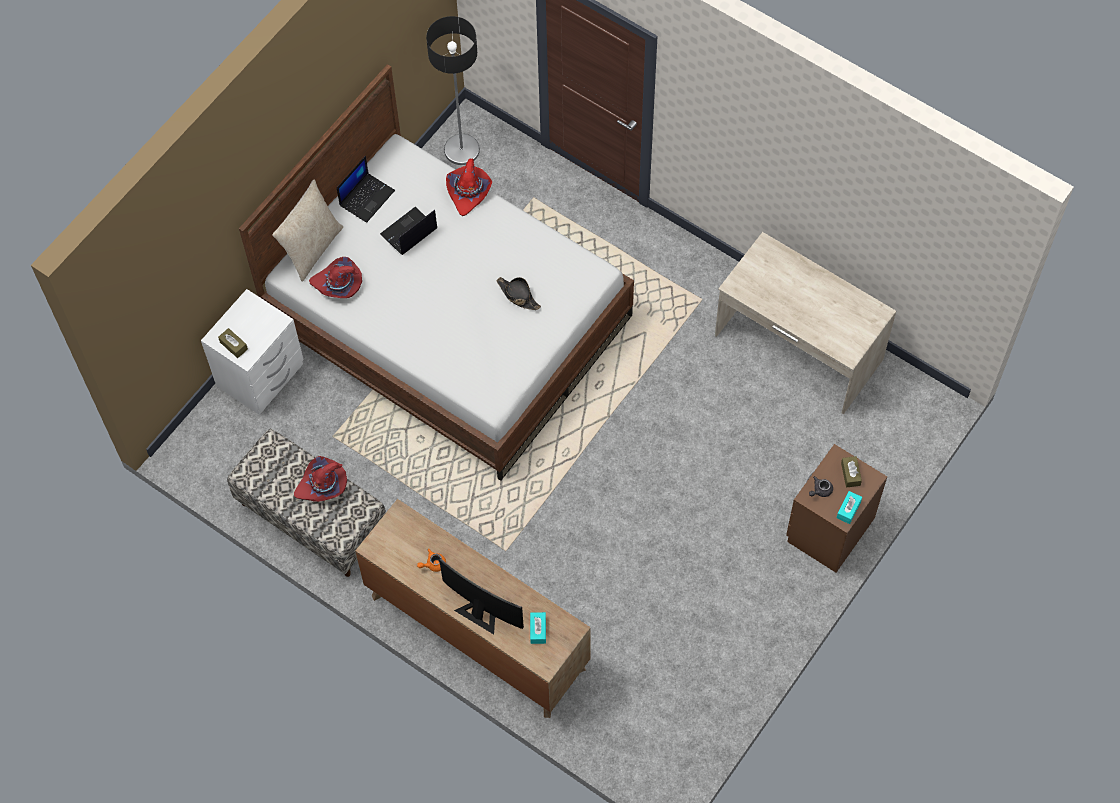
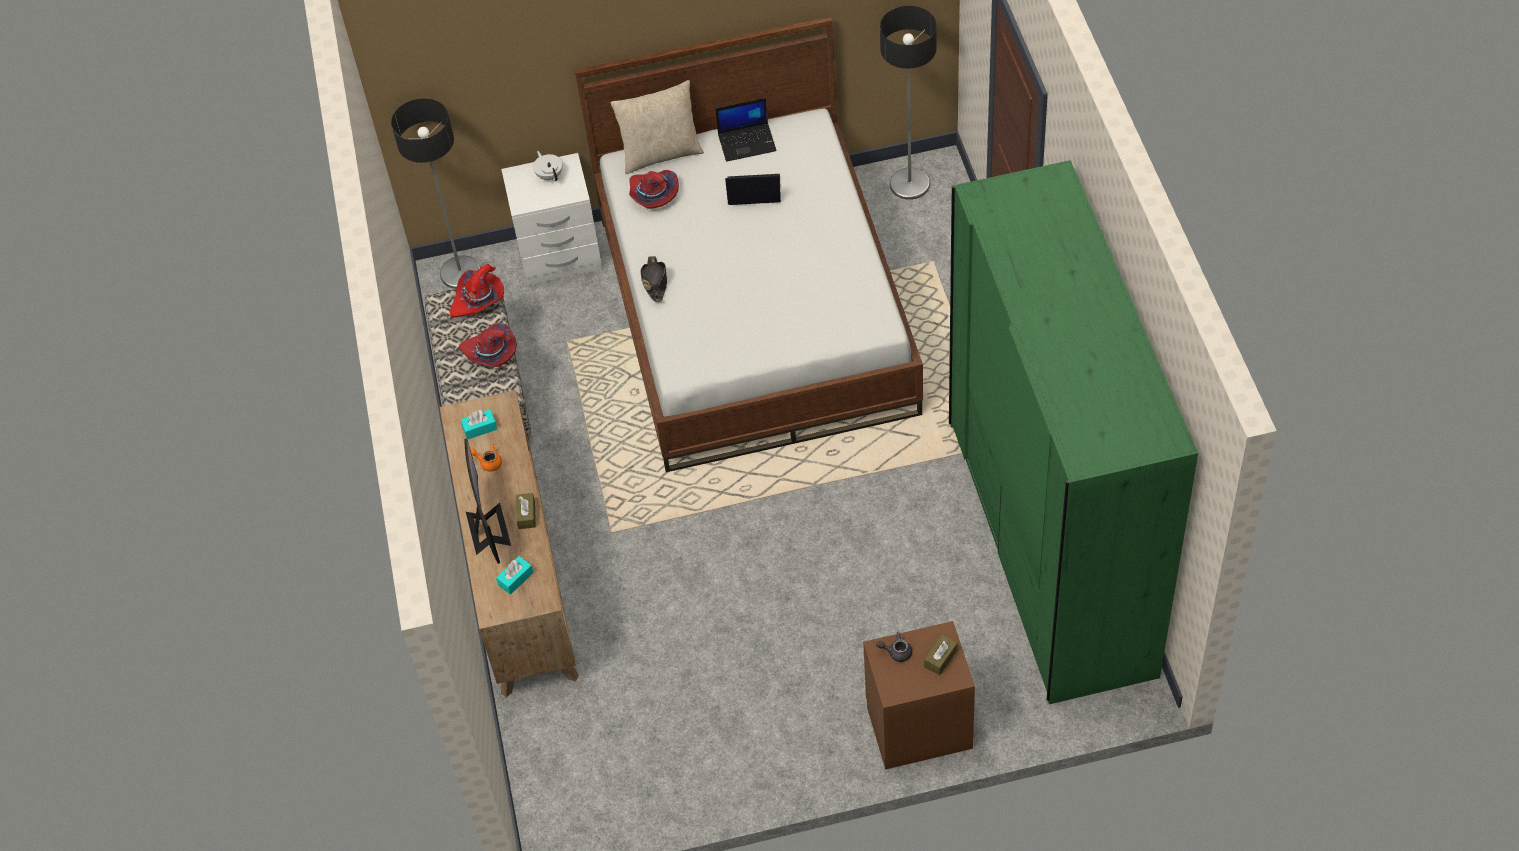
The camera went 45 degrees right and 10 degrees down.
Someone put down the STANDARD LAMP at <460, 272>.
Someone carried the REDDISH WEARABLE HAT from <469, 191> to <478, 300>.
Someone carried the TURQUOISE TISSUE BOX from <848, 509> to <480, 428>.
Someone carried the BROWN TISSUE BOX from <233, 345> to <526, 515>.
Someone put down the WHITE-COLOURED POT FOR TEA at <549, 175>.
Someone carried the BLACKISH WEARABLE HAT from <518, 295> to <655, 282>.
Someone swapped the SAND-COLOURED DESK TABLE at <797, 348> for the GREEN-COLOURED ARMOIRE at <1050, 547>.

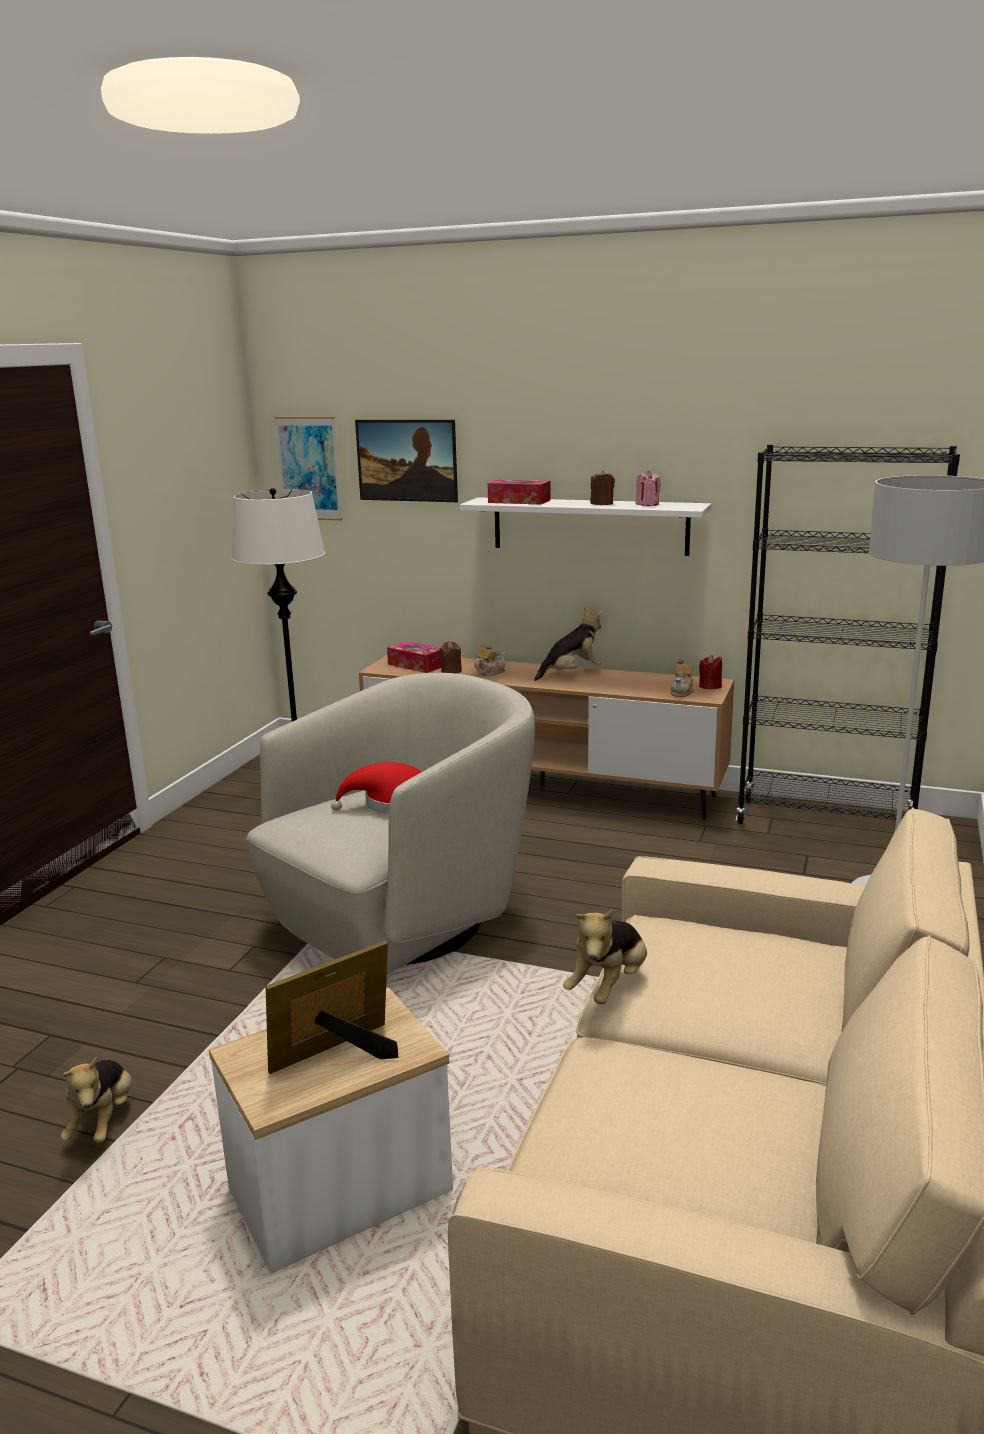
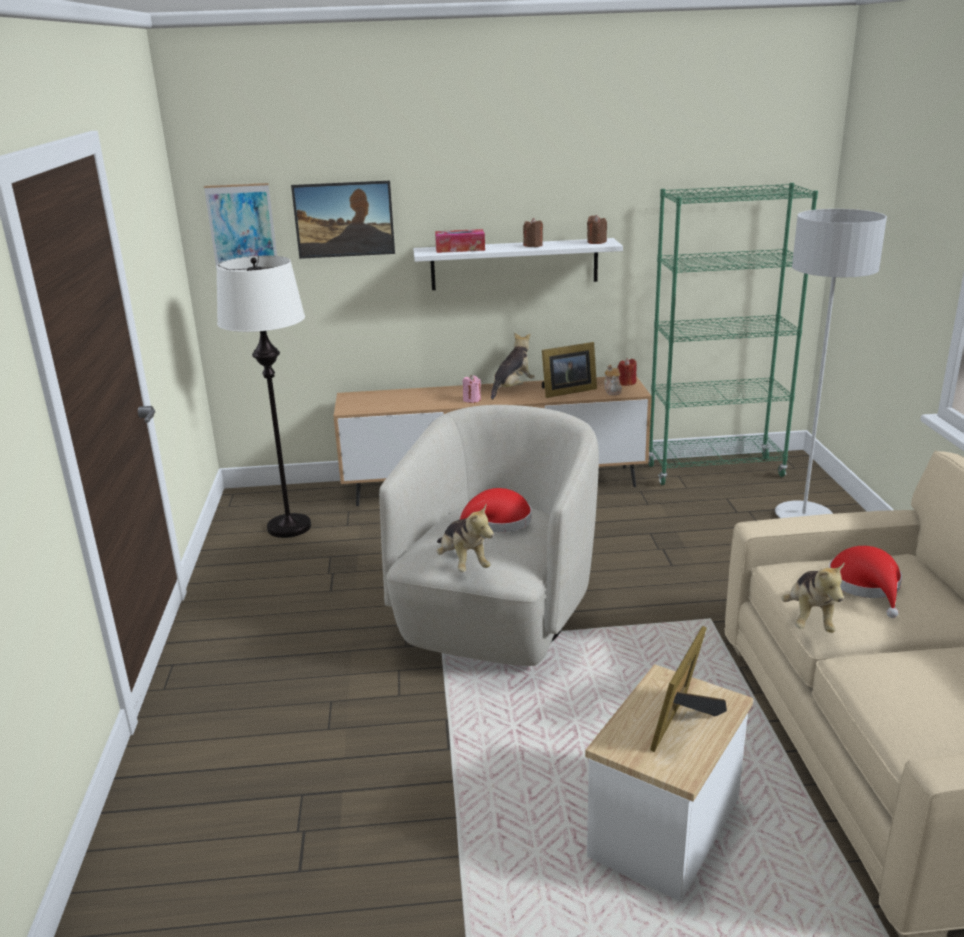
The camera went 25 degrees left and 5 degrees up.
Someone carried the CUDDLY TOY from <103, 1121> to <463, 563>.
Someone carried the PINK CANDLE from <647, 504> to <472, 400>.
Someone put down the PHOTO FRAME at <566, 391>.
Someone carried the BROWN CANDLE from <451, 671> to <596, 242>.
Someone repainted the BLACKISH BOOKSHELF at <825, 821>, which became the GREEN-COLOURED BOOKSHELF at <715, 471>.
Someone put down the REDDISH WEARABLE HAT at <866, 586>.
Someone took away the TISSUE BOX at <416, 665>.
Someone took away the POT FOR TEA at <490, 672>.

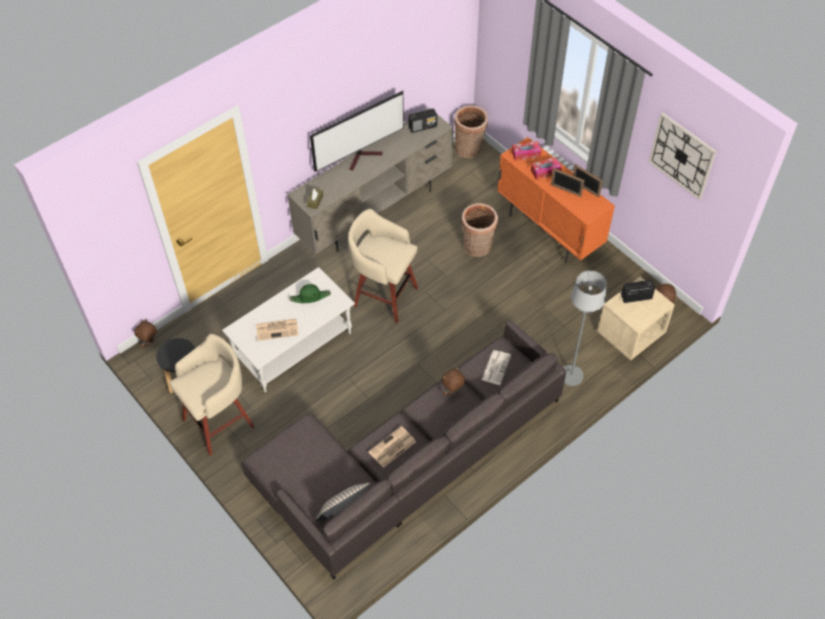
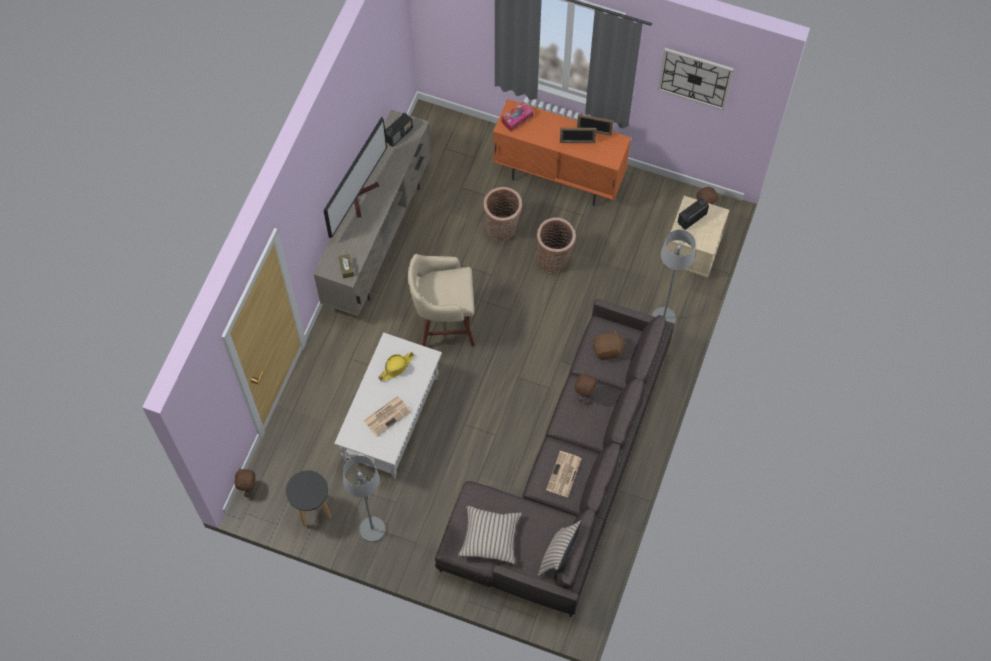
The camera went 30 degrees left and 10 degrees up.
Someone swapped the SAND-COLOURED STOOL SEAT at <220, 422> for the GRAY STANDARD LAMP at <372, 529>.
Someone repainted the GREEN-COLOURED WEARABLE HAT at <310, 297>, which became the YELLOW-COLOURED WEARABLE HAT at <396, 367>.
Someone put down the SAND-COLOURED CUSHION at <490, 537>.
Someone carried the BASKET from <469, 150> to <554, 260>.
Someone swapped the PRINTED PAPER at <496, 367> for the BROWN CUDDLY TOY at <608, 350>.
Someone took away the TISSUE BOX at <545, 171>.

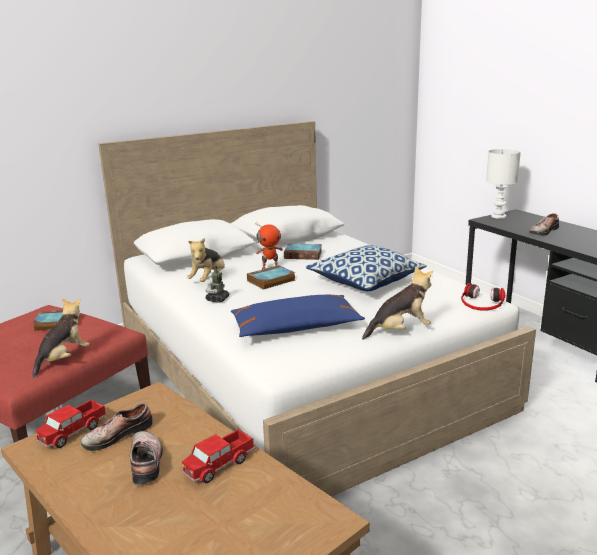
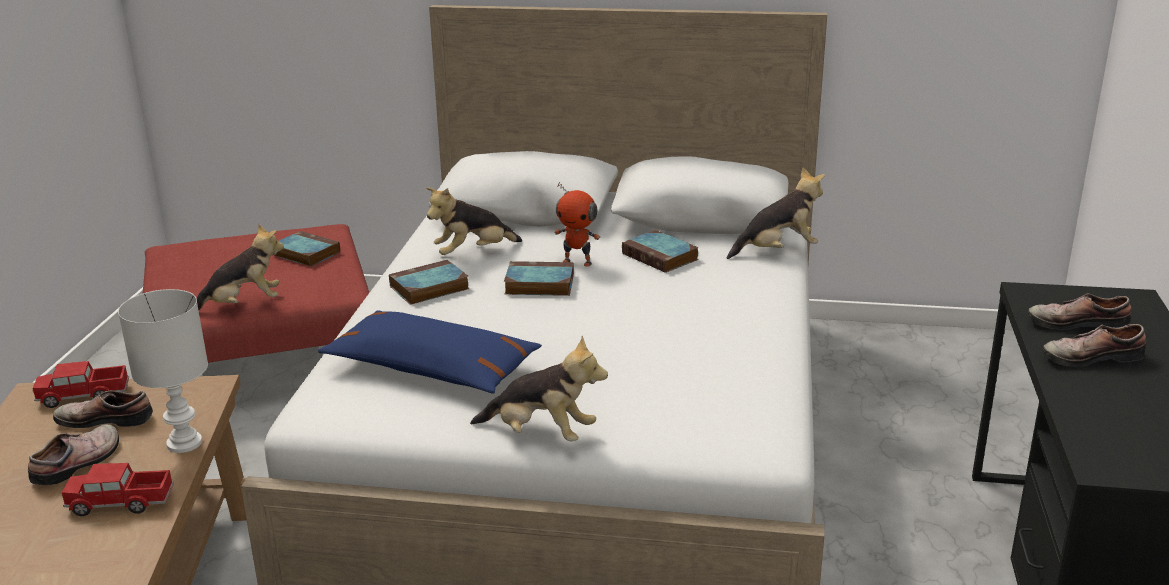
The camera went 40 degrees right and 5 degrees up.
Someone carried the WHITE-COLOURED TABLE LAMP from <499, 216> to <184, 444>.
Someone swapped the MODEL ROBOT at <217, 299> for the BOOK at <428, 288>.
Someone put down the CUDDLY TOY at <777, 251>.
Someone put down the LOW SHOE at <1075, 322>.
Someone took away the CUSHION at <365, 281>.
Someone took away the HEADPHONES at <481, 303>.

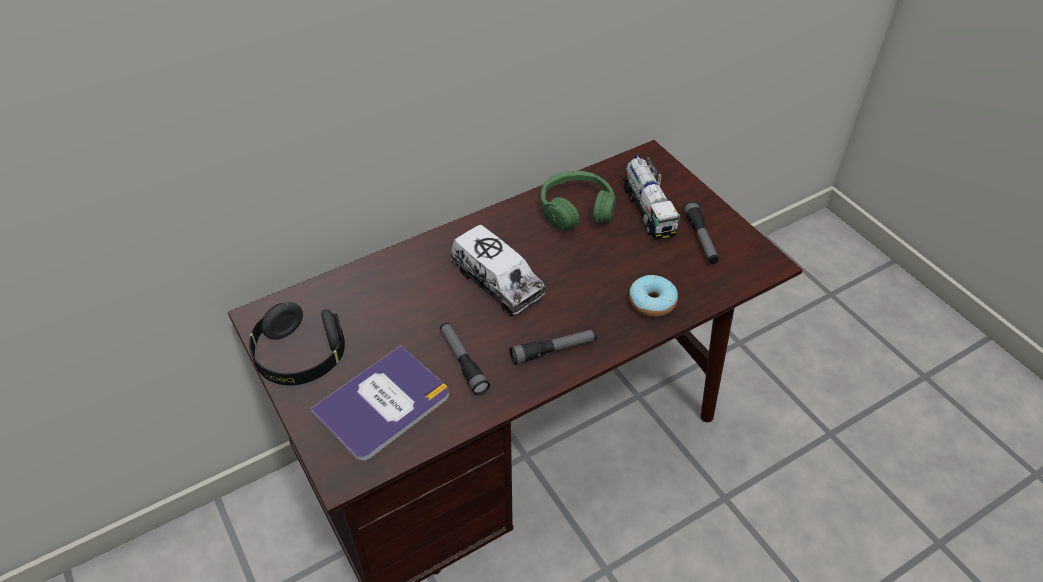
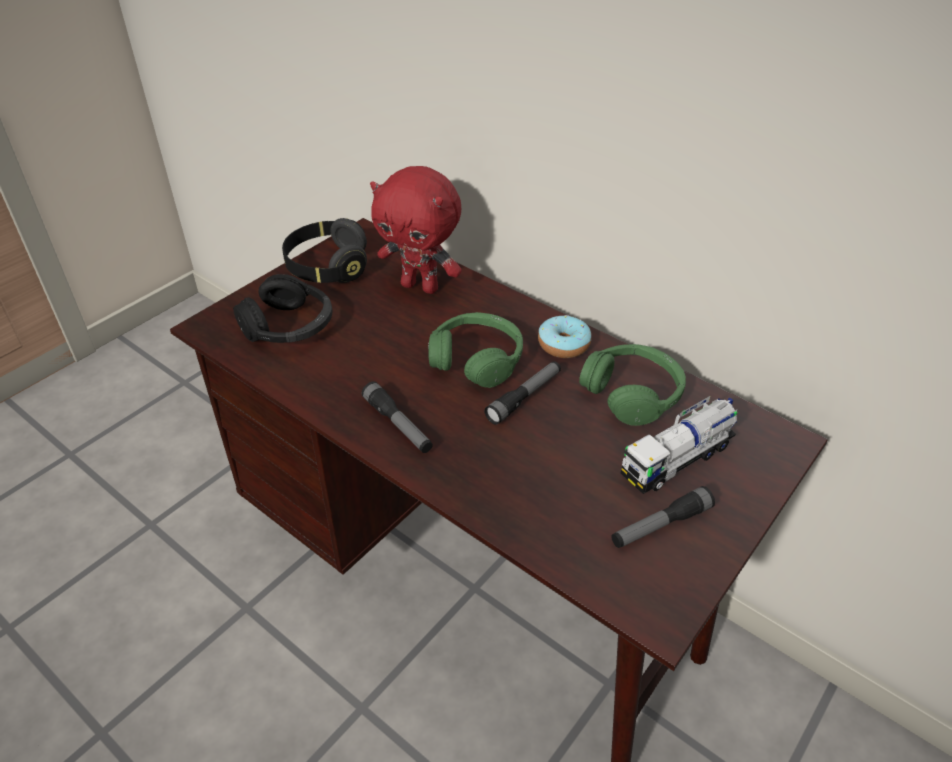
The camera went 70 degrees right and 5 degrees down.
Someone swapped the BOOK at <382, 404> for the BLACKISH HEADPHONES at <289, 326>.
Someone put down the REDDISH CUDDLY TOY at <421, 286>.
Someone swapped the MODEL TRUCK at <497, 282> for the GREEN-COLOURED HEADPHONES at <476, 359>.
Someone carried the TORCH from <463, 362> to <524, 397>.
Someone carried the DOUGHNUT from <652, 302> to <563, 345>.

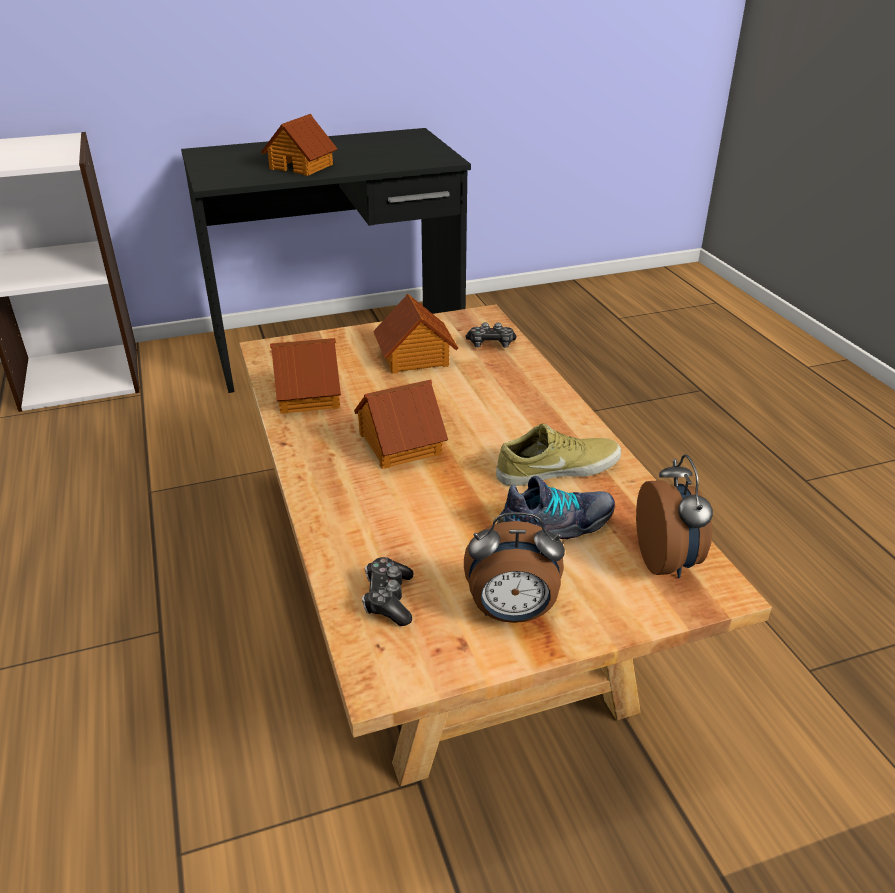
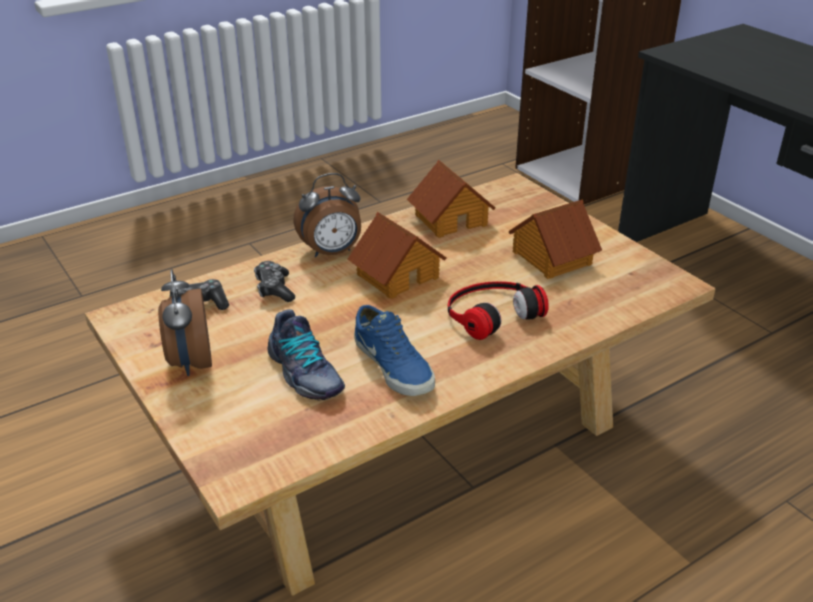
The camera went 75 degrees right and 0 degrees up.
Someone carried the GAMEPAD from <491, 344> to <274, 289>.
Someone carried the ALARM CLOCK from <668, 561> to <331, 252>.
Someone repainted the SAND-COLOURED LOW SHOE at <557, 468>, which became the BLUE LOW SHOE at <395, 365>.
Someone put down the HEADPHONES at <491, 312>.
Someone took away the TOY HOUSE at <302, 166>.

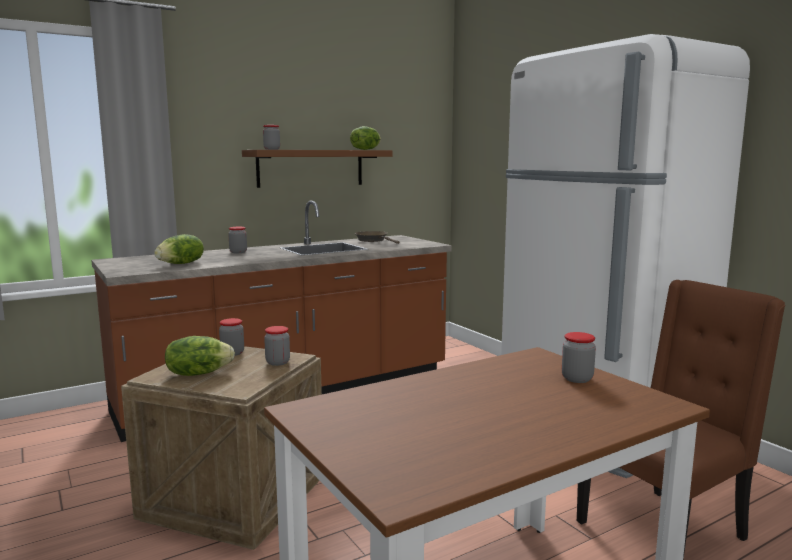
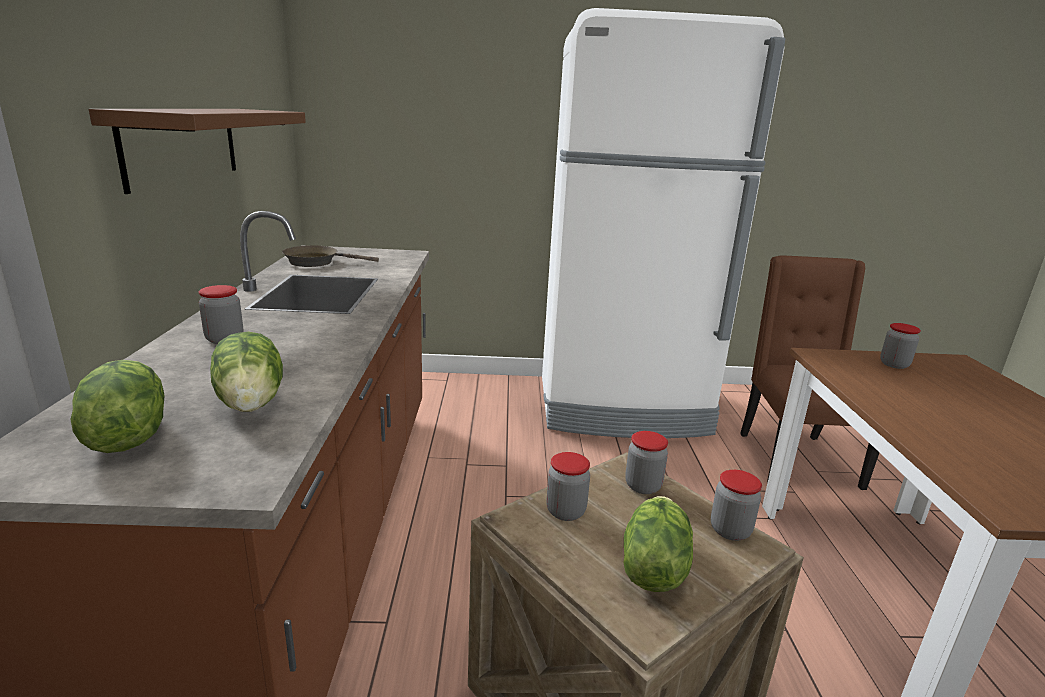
The camera went 60 degrees left and 10 degrees up.
Someone carried the HEAD OF LETTUCE from <365, 149> to <126, 436>.
Someone carried the JAR from <272, 149> to <730, 530>.

